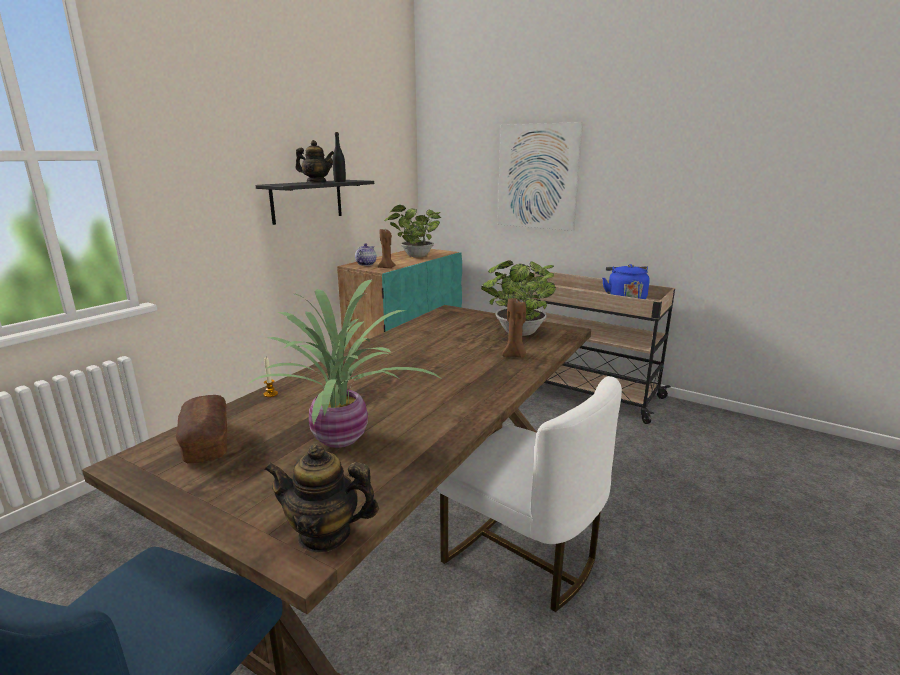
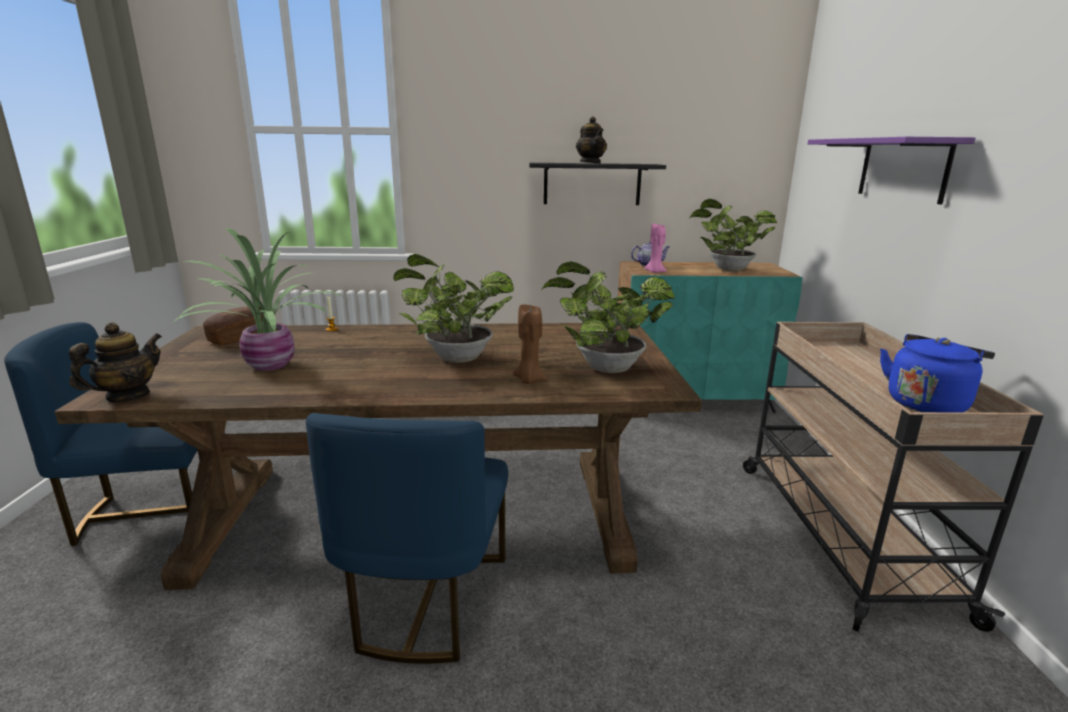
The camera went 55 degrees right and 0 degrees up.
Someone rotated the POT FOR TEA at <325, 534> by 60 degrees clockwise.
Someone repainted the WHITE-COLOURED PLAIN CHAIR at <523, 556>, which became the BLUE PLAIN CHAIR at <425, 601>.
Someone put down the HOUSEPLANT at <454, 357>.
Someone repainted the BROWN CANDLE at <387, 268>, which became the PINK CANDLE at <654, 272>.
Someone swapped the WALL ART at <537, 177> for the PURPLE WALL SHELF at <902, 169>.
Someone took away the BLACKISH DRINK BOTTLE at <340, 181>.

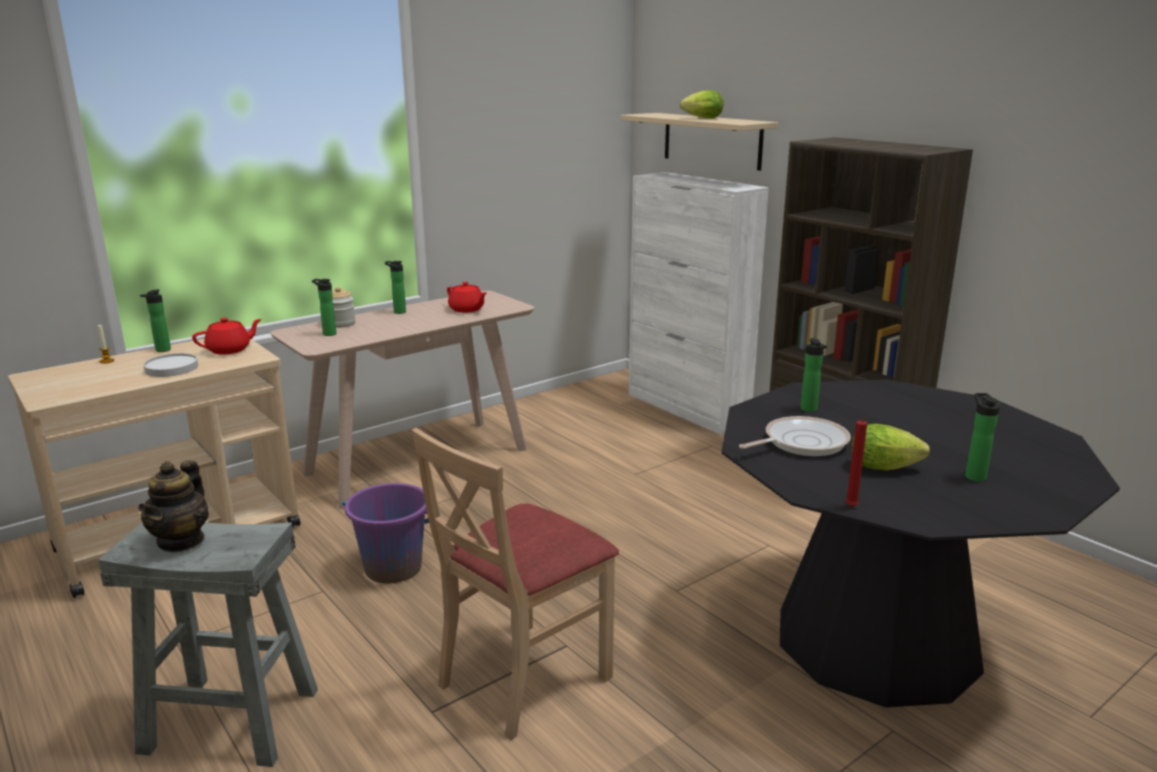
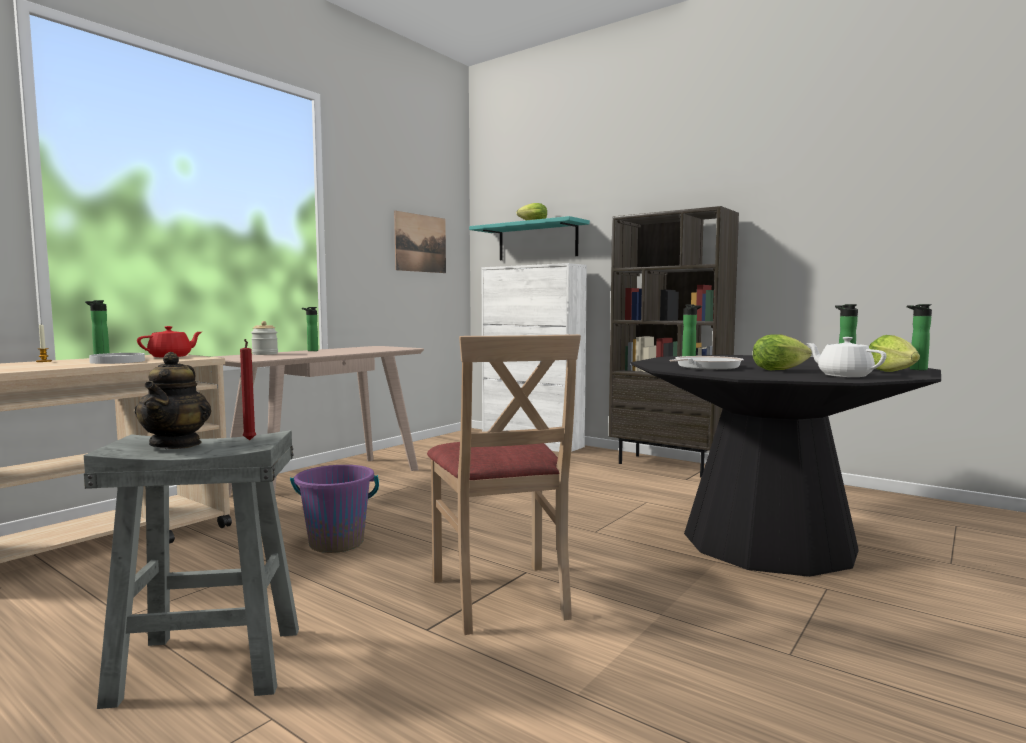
The camera went 15 degrees left and 15 degrees down.
Someone carried the REDDISH CANDLE from <852, 508> to <249, 440>.
Someone put up the WALL ART at <420, 243>.
Someone rotated the SAND-COLOURED PLAIN CHAIR at <523, 678> by 45 degrees counterclockwise.
Someone repainted the SAND-COLOURED WALL SHELF at <712, 140>, which became the TURQUOISE WALL SHELF at <537, 241>.
Someone put down the WHITE-COLOURED POT FOR TEA at <844, 375>.
Someone put down the HEAD OF LETTUCE at <894, 372>.
Someone carried the DRINK BOTTLE from <327, 334> to <915, 369>.
Someone took away the REDDISH POT FOR TEA at <467, 309>.

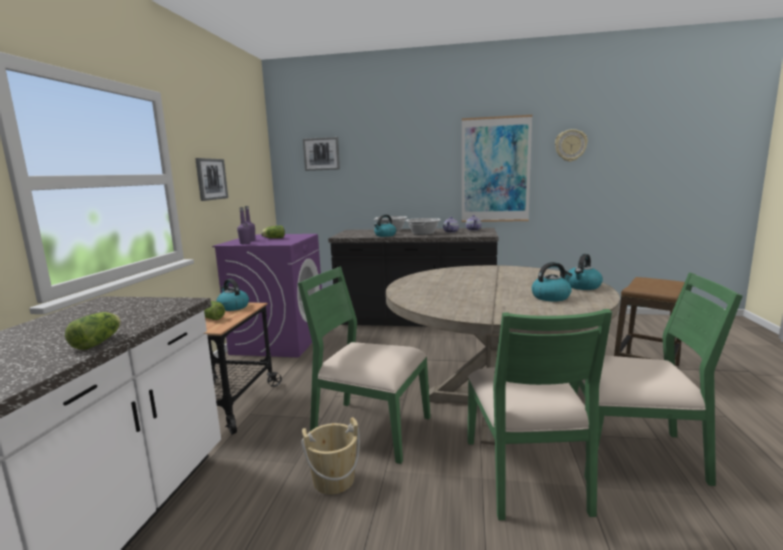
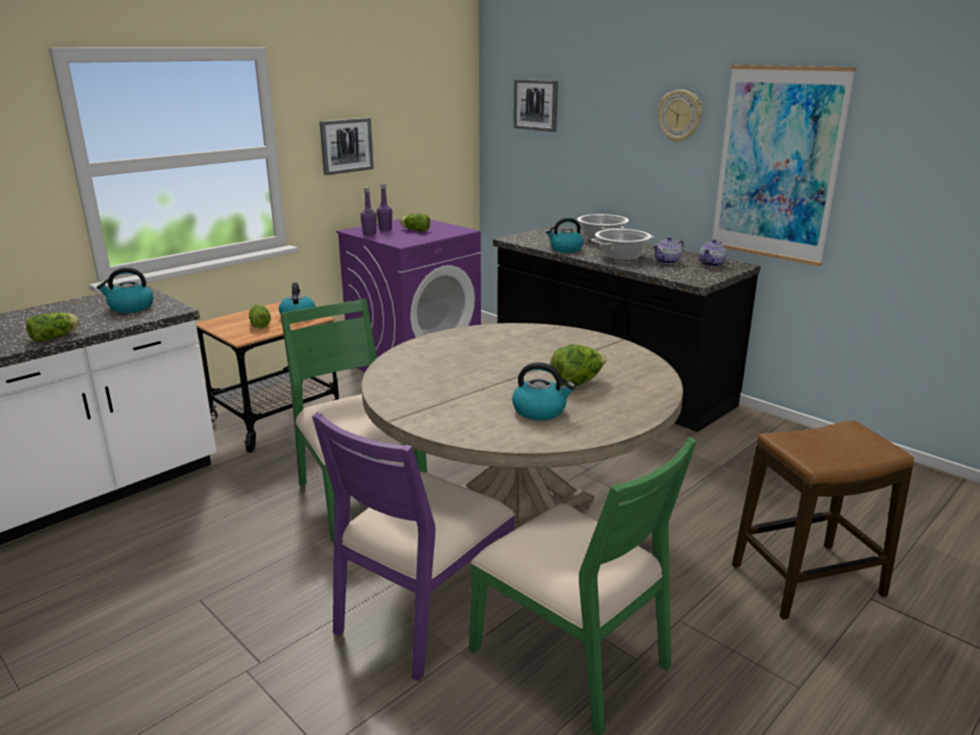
The camera went 35 degrees right and 10 degrees up.
Someone carried the TEA KETTLE from <582, 286> to <130, 308>.
Someone repainted the GREEN-COLOURED PLAIN CHAIR at <527, 474>, which became the PURPLE PLAIN CHAIR at <423, 612>.
Someone put down the HEAD OF LETTUCE at <577, 382>.
Someone carried the HANGING CLOCK from <570, 145> to <680, 116>.
Someone took away the SAND-COLOURED WATER BUCKET at <333, 480>.

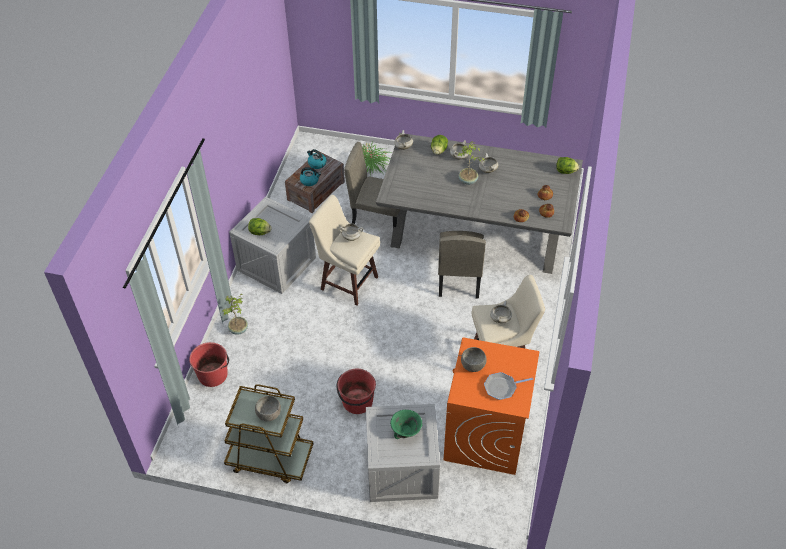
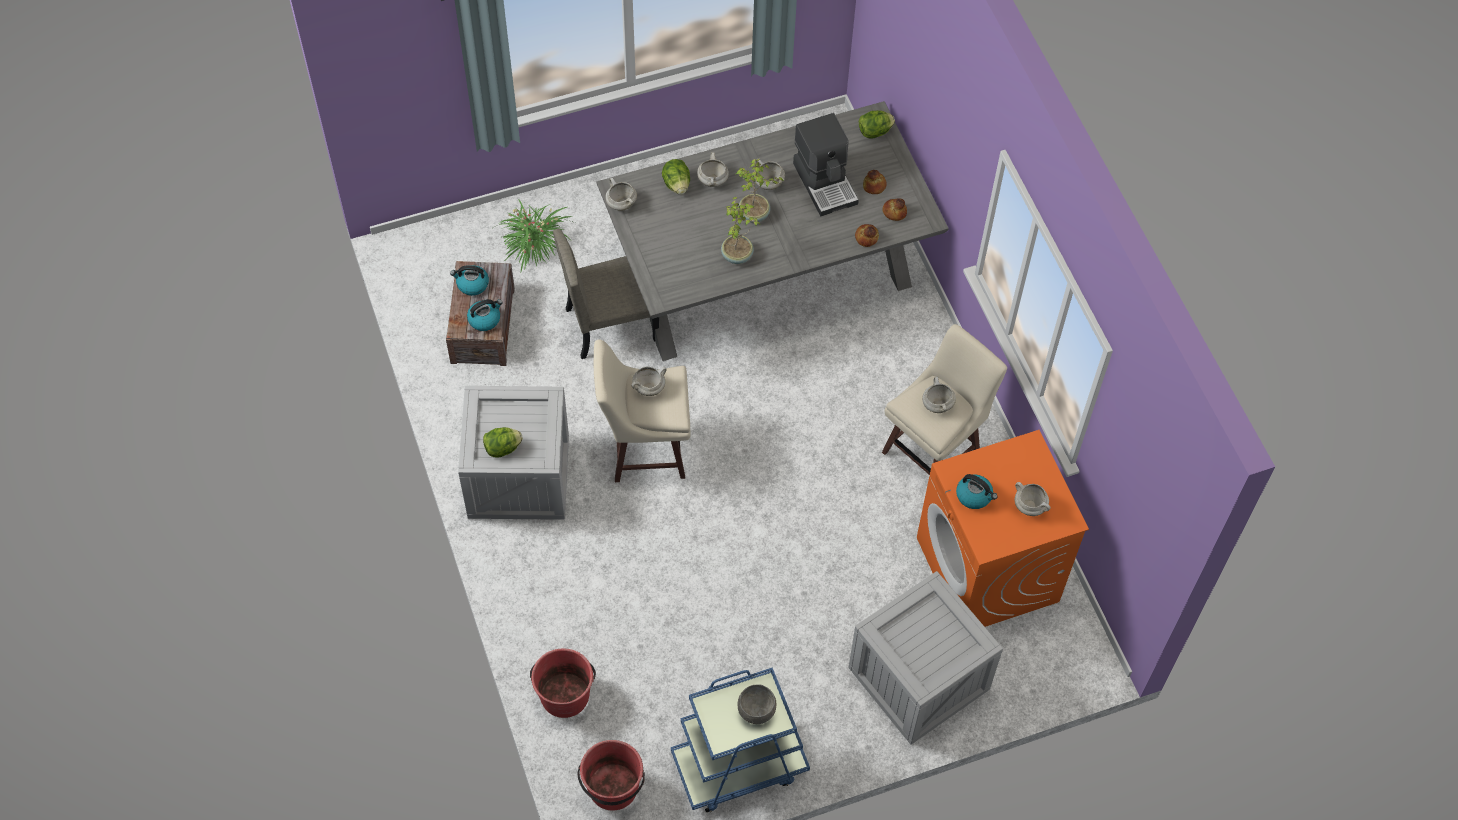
The camera went 35 degrees left and 10 degrees up.
Someone carried the REDDISH WATER BUCKET from <357, 402> to <613, 788>.
Someone repainted the BROWN TROLLEY at <270, 458>, which became the BLUE TROLLEY at <739, 765>.
Someone carried the HOUSEPLANT from <239, 329> to <737, 255>.
Someone put down the COFFEE MAKER at <826, 182>.
Someone swapped the GRAY BOWL at <473, 365> for the TEA KETTLE at <974, 496>.
Someone swapped the SKILLET at <502, 387> for the WHITE-COLOURED SAUCEPOT at <1030, 506>.
Someone took away the GREEN-COLOURED BOWL at <406, 431>.
Someone took away the SAND-COLOURED PLAIN CHAIR at <458, 278>.

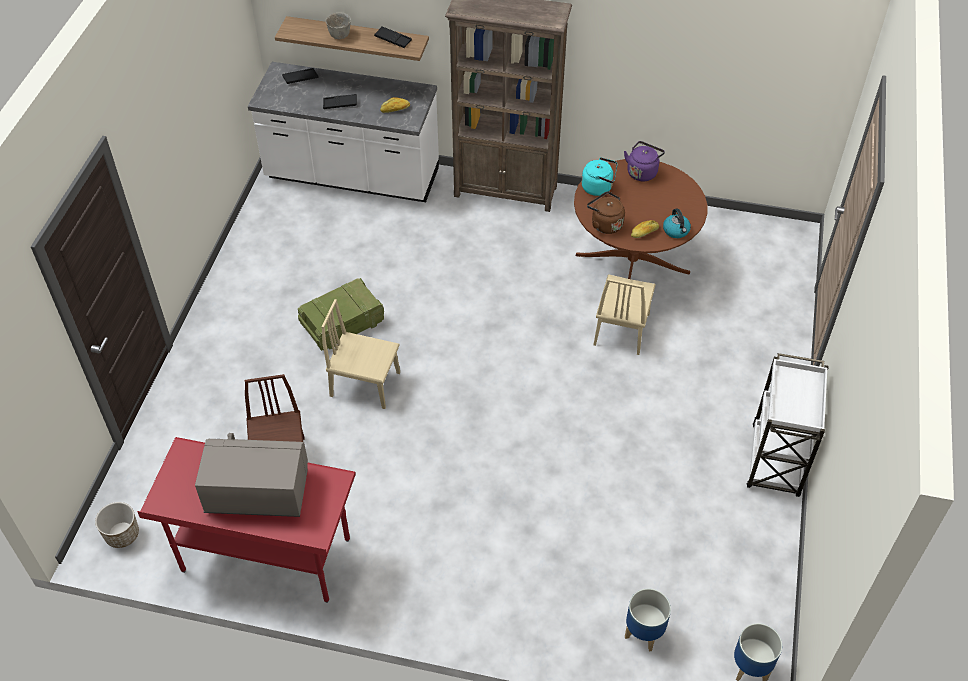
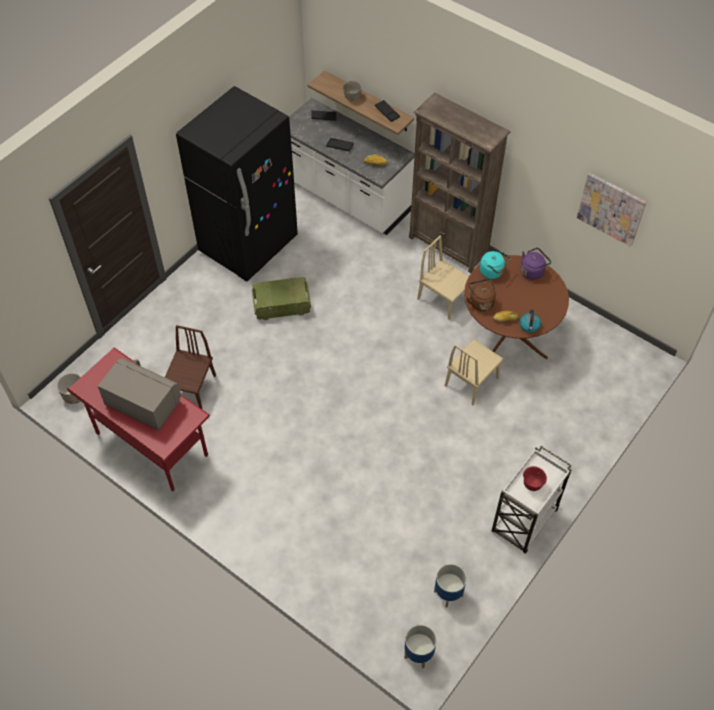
The camera went 25 degrees right and 5 degrees up.
Someone put down the BLACKISH FRIDGE at <249, 245>.
Someone carried the SAND-COLOURED PLAIN CHAIR from <365, 384> to <443, 299>.
Someone carried the PLANTER from <643, 633> to <448, 594>.
Someone put down the REDDISH BOWL at <532, 484>.
Someone put up the WALL ART at <611, 208>.

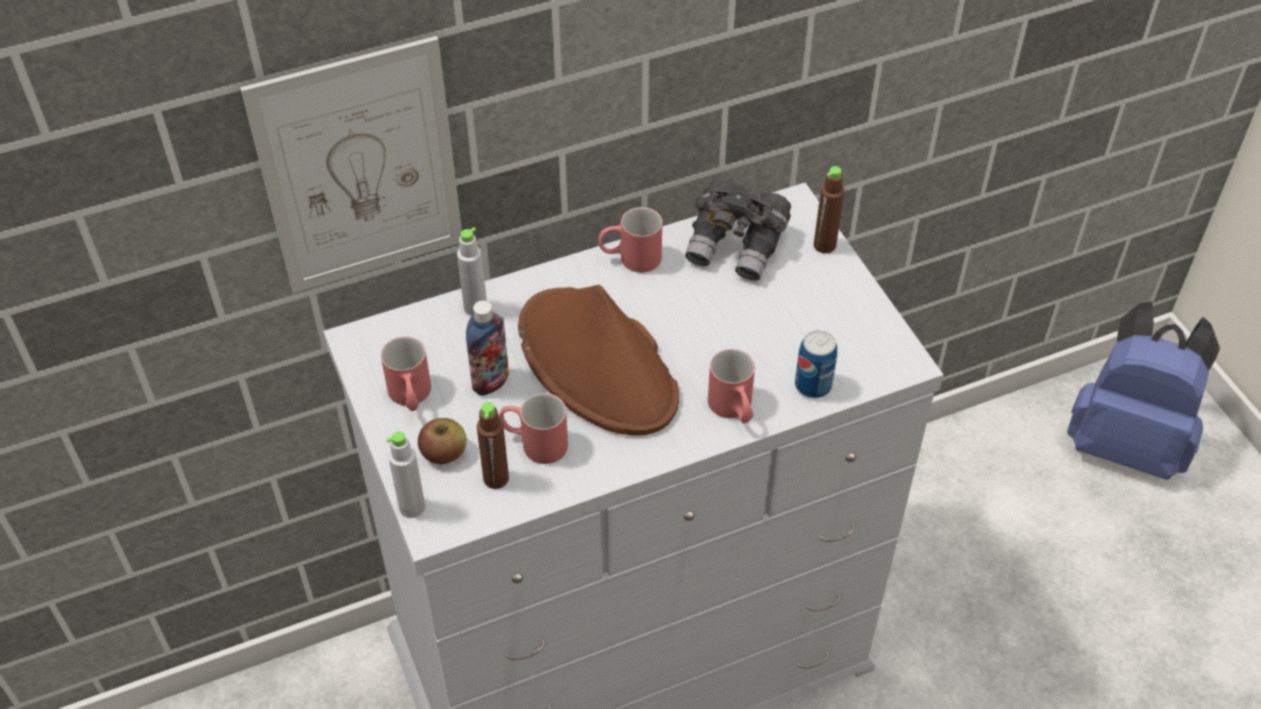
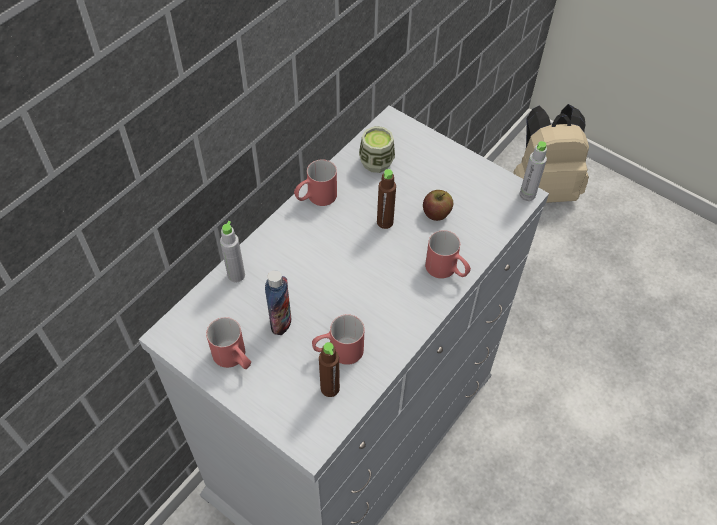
The camera went 30 degrees left and 5 degrees up.
Someone swapped the GRAY FIELD GLASSES at <737, 246> for the SMALL CUP at <376, 162>.
Someone carried the BROWN DRINK BOTTLE from <824, 245> to <385, 222>.
Someone carried the WHOLE APPLE from <444, 453> to <436, 213>.
Someone repainted the BLUE BACKPACK at <1126, 442>, which became the SAND-COLOURED BACKPACK at <542, 189>.
Someone carried the GRAY DRINK BOTTLE from <412, 507> to <527, 195>.
Someone took away the WALL ART at <360, 169>.
Someone took away the BROWN WEARABLE HAT at <598, 364>.
Someone took away the SEALED CAN at <813, 385>.

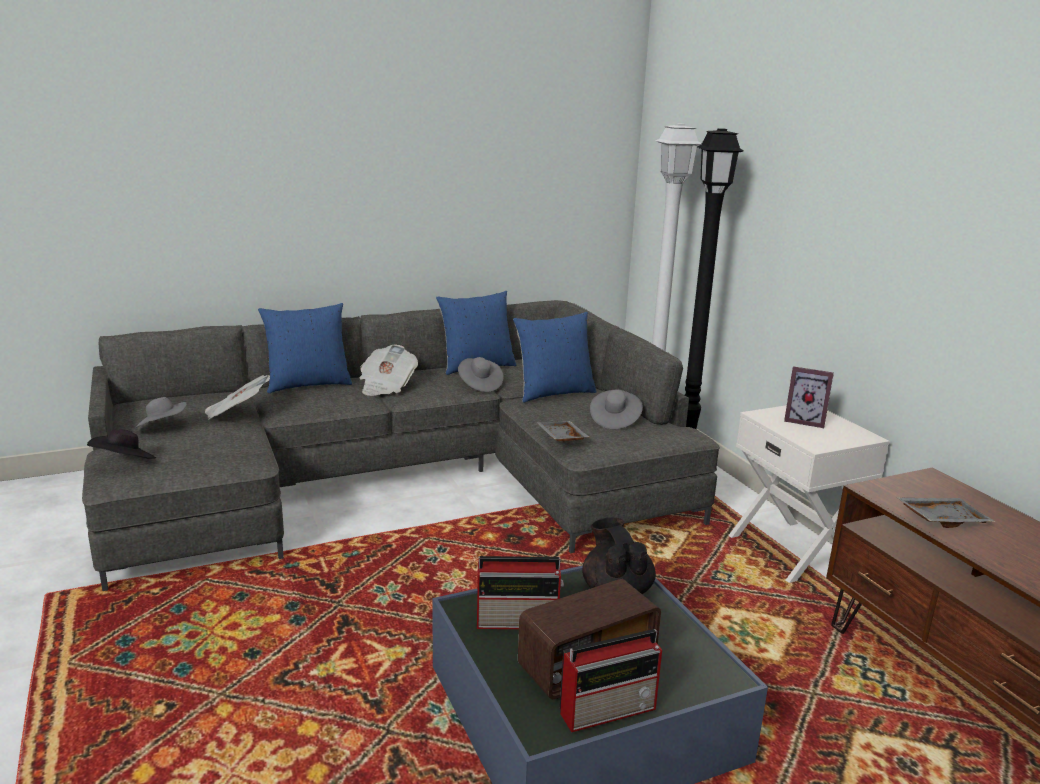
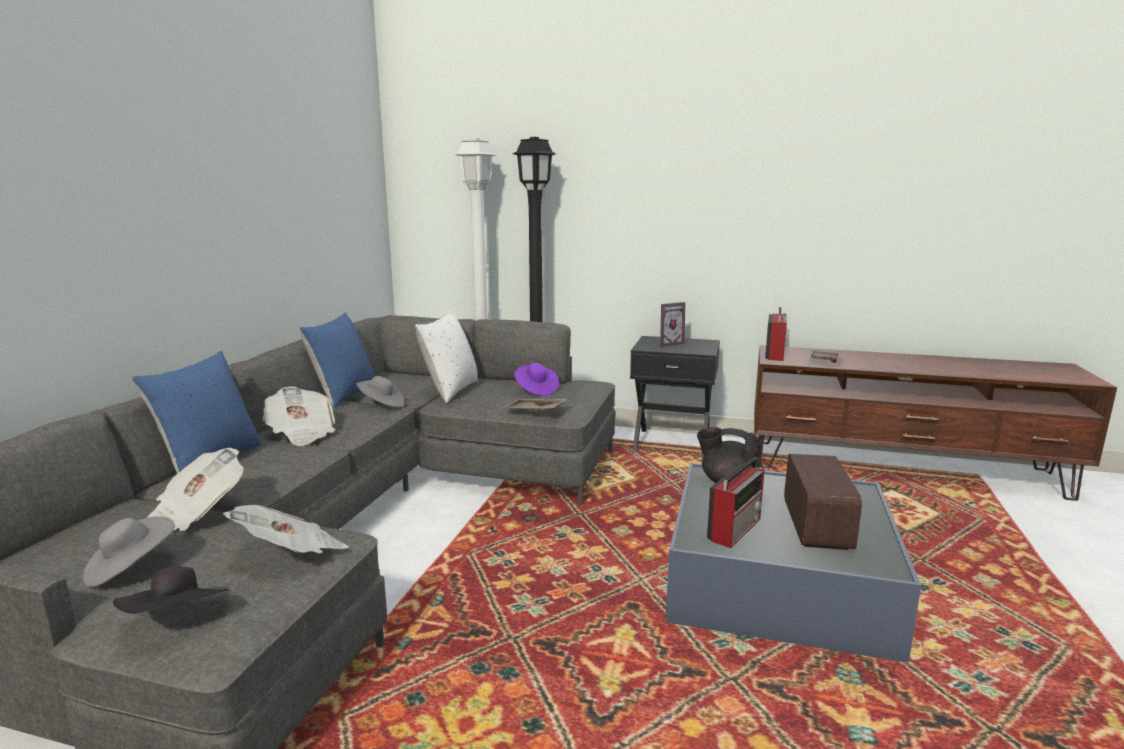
The camera went 50 degrees left and 5 degrees down.
Someone put down the PRINTED PAPER at <292, 555>.
Someone repainted the BLUE CUSHION at <553, 393>, which became the WHITE-COLOURED CUSHION at <450, 391>.
Someone repainted the GRAY WEARABLE HAT at <614, 420>, which became the PURPLE WEARABLE HAT at <536, 390>.
Someone repainted the WHITE-COLOURED NIGHTSTAND at <793, 550>, which became the BLACKISH NIGHTSTAND at <672, 443>.
Someone carried the RADIO SET from <609, 709> to <775, 354>.

